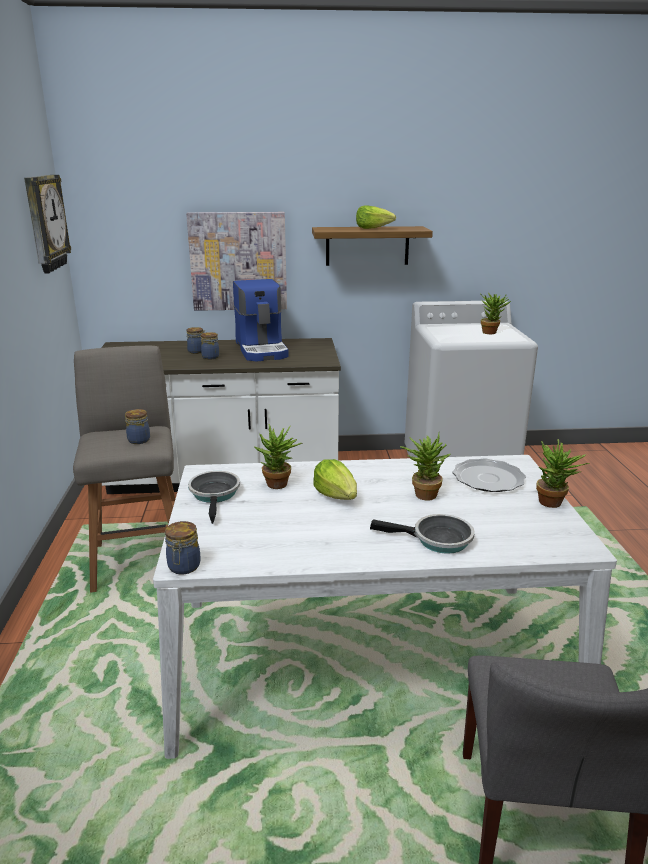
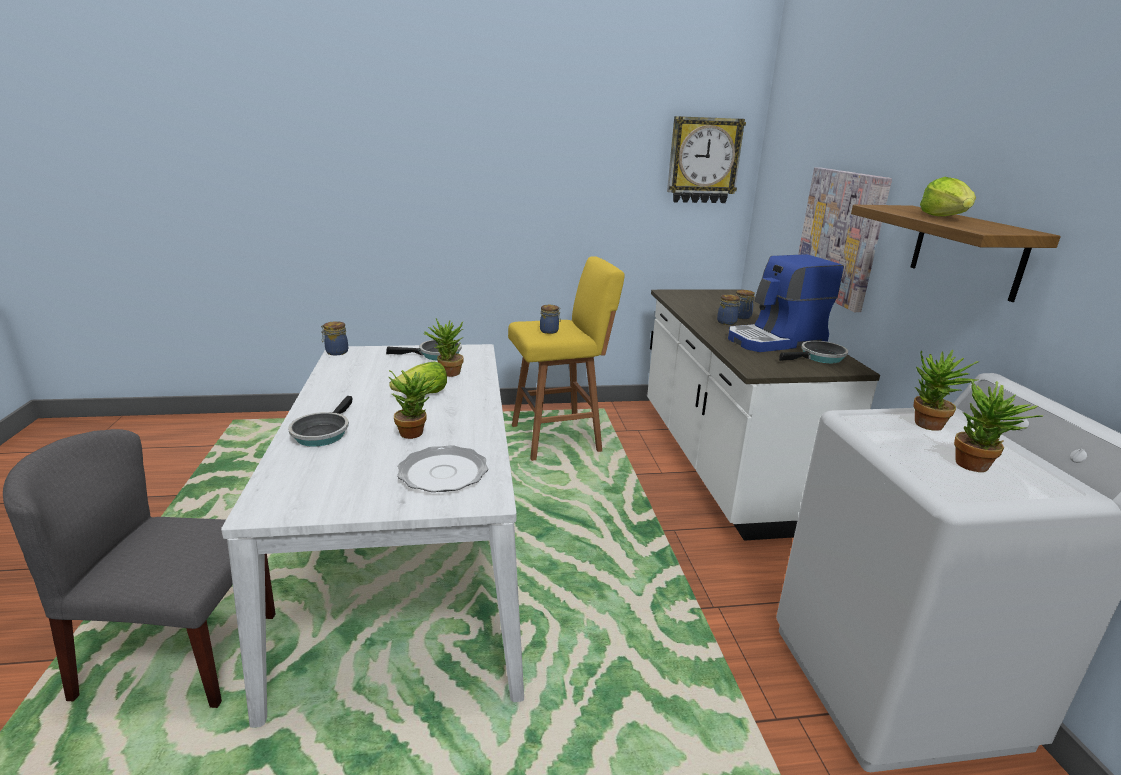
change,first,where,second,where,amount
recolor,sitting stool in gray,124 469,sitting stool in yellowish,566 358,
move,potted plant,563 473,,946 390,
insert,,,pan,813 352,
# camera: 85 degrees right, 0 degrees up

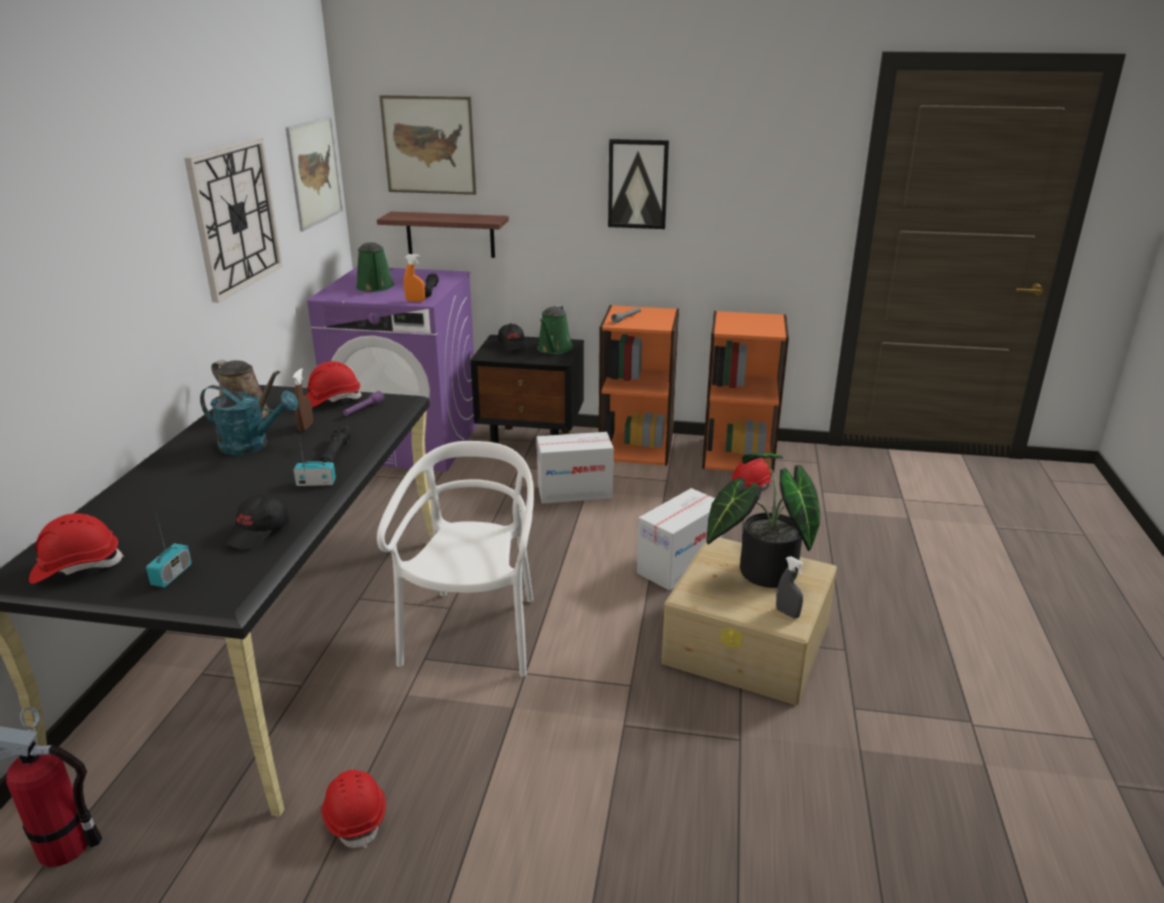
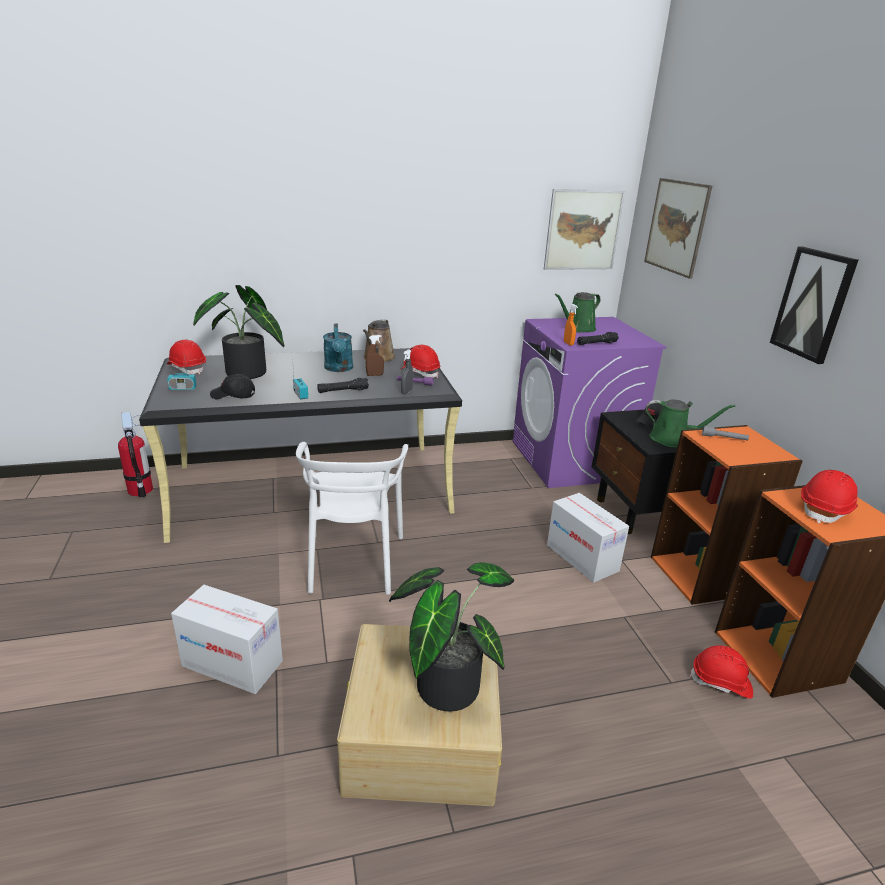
change,first,where,second,where,amount
delete,wall clock,233 220,,,
delete,wall shelf,443 235,,,
rotate,sprinkling can in green,555 329,,690 423,150 degrees counterclockwise
rotate,plain chair in white,455 559,,352 518,105 degrees clockwise
move,packing box,679 539,,227 639,
move,hand sprayer in gray,790 588,,407 371,
move,safety helmet in reddish,353 808,,829 497,
insert,,,potted plant,238 332,
# camera: 65 degrees right, 0 degrees up

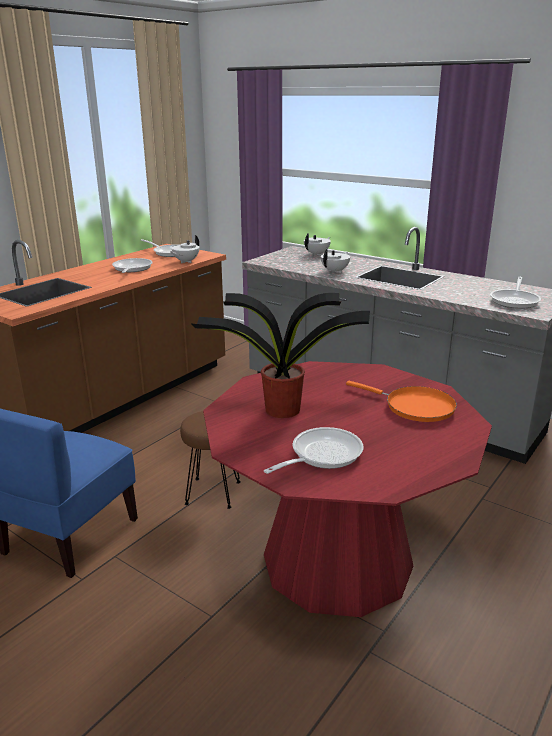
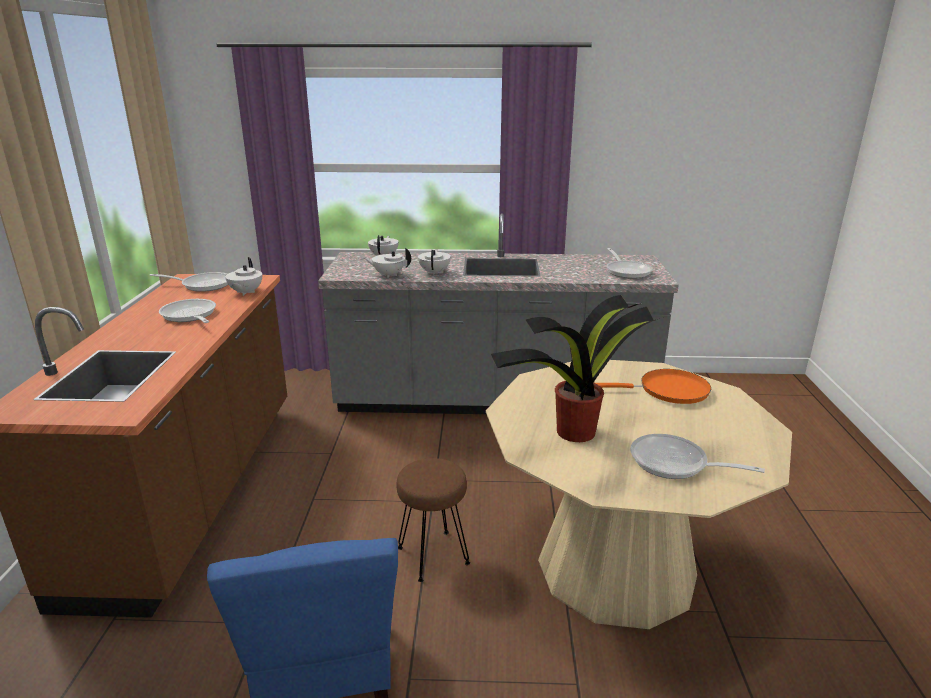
change,first,where,second,where,amount
recolor,dining table in reddish,347 489,dining table in sand-coloured,639 494,
rotate,pan,313 450,,697 456,75 degrees counterclockwise
insert,,,pot for tea in white,387 262,
# camera: 35 degrees left, 0 degrees up

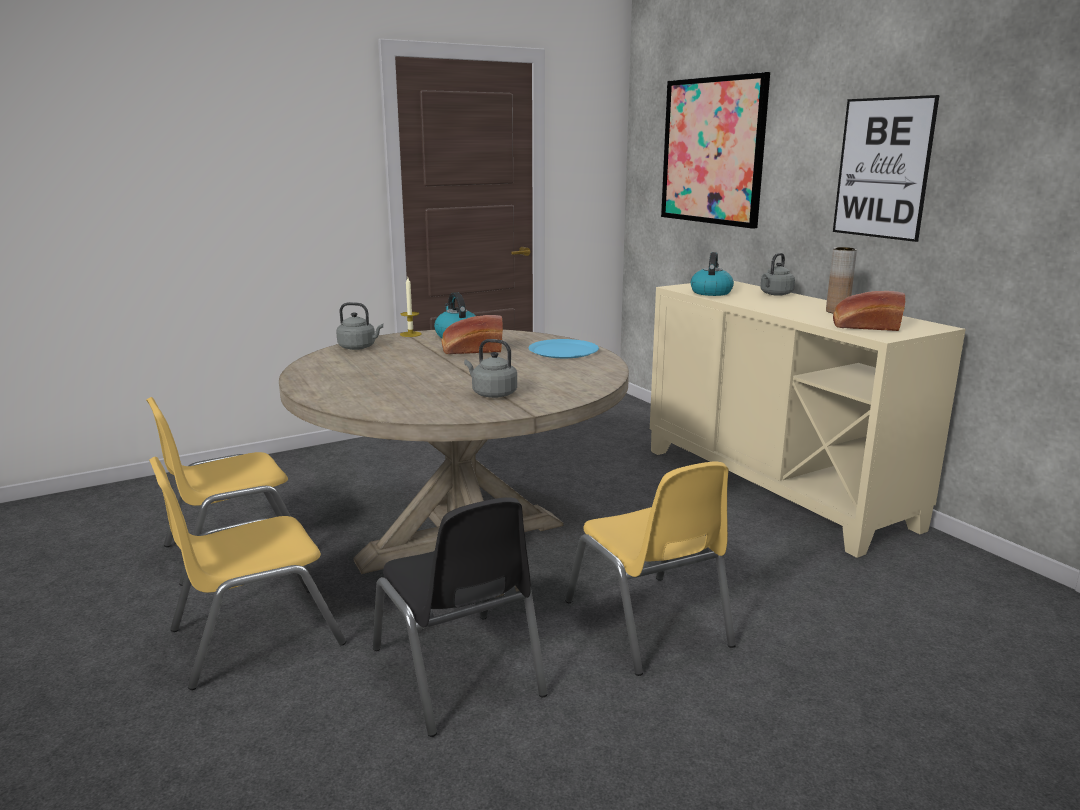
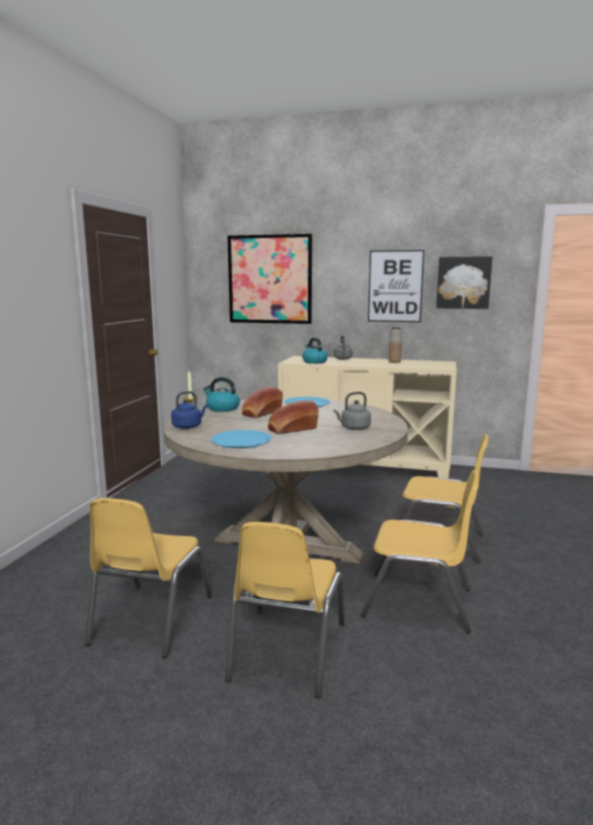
change,first,where,second,where,amount
move,bread,869 311,,293 417,
recolor,water kettle in gray,359 326,water kettle in bluish,189 410,
recolor,plain chair in black,460 617,plain chair in yellowish,420 551,
insert,,,wall art,464 282,
insert,,,flat dish in bluish,241 439,
# camera: 45 degrees left, 5 degrees down

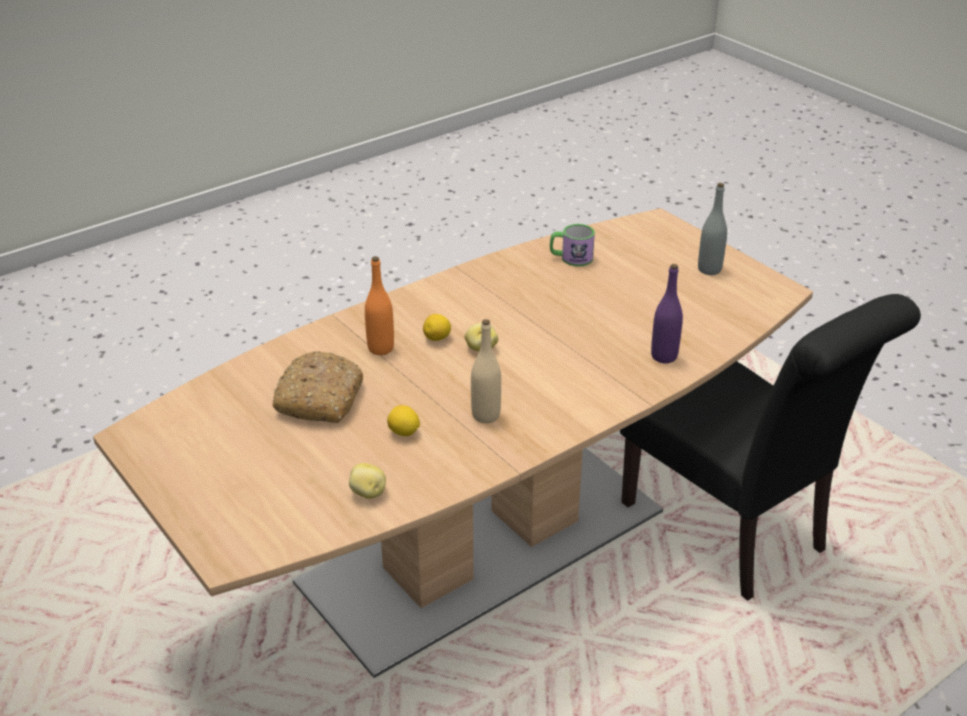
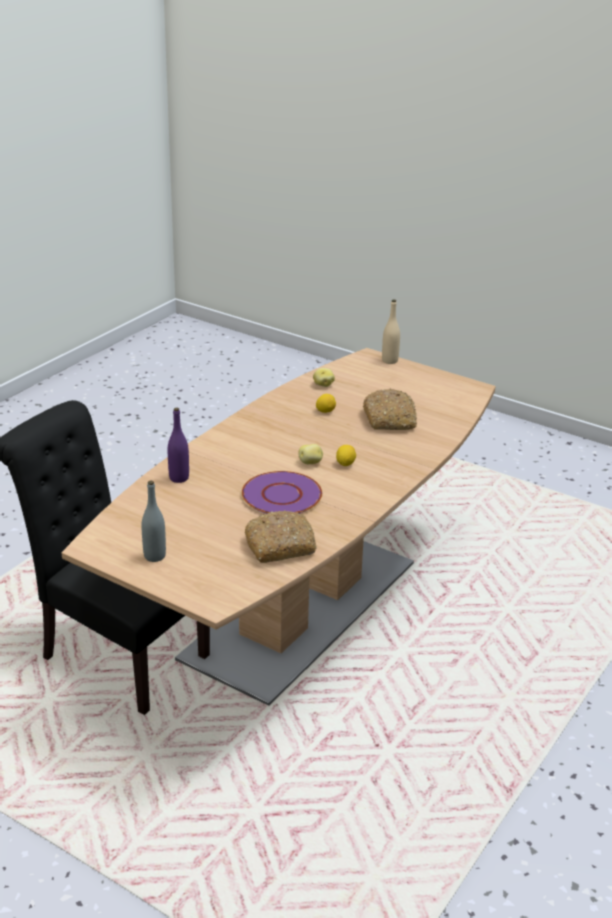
change,first,where,second,where,amount
replace,tea mug,572 245,bread,281 537,
delete,bottle in orangey,379 305,,,
move,bottle in sand-coloured,486 371,,391 331,
insert,,,flat dish in purplish,282 492,
# camera: 160 degrees right, 5 degrees down

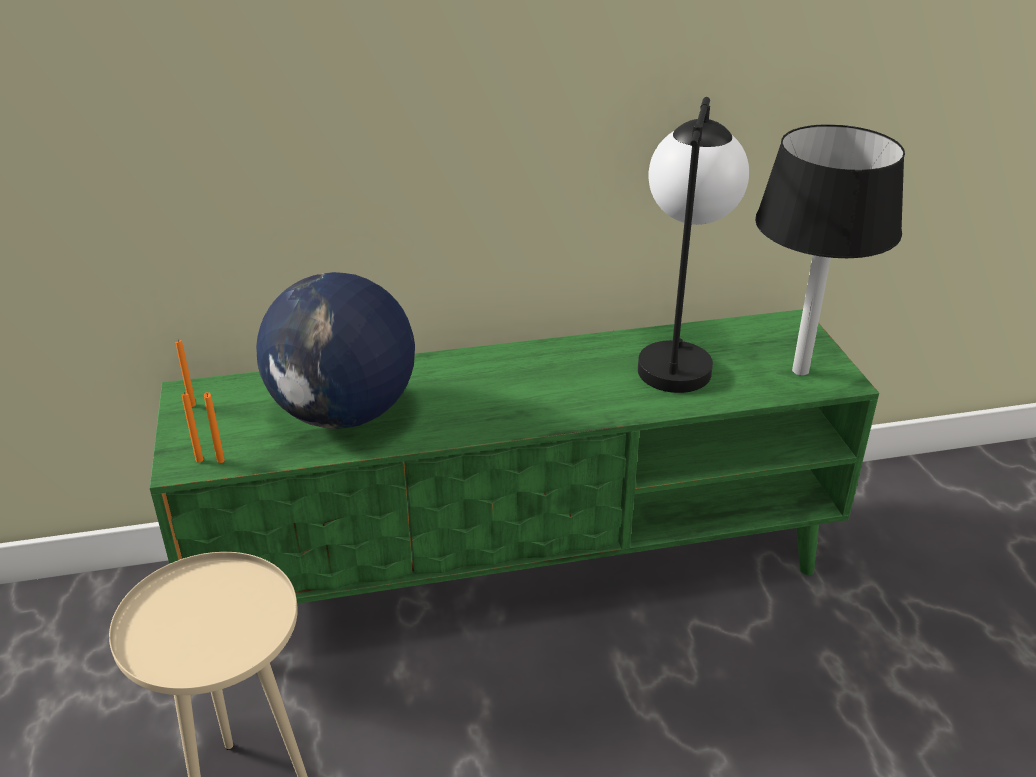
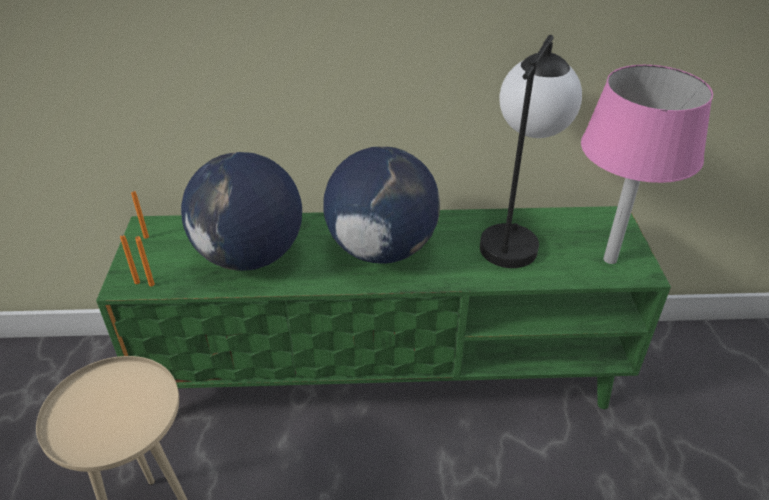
change,first,where,second,where,amount
recolor,table lamp in black,830 249,table lamp in pinkish,647 164,
insert,,,desk globe,381 205,
# camera: 10 degrees right, 5 degrees up

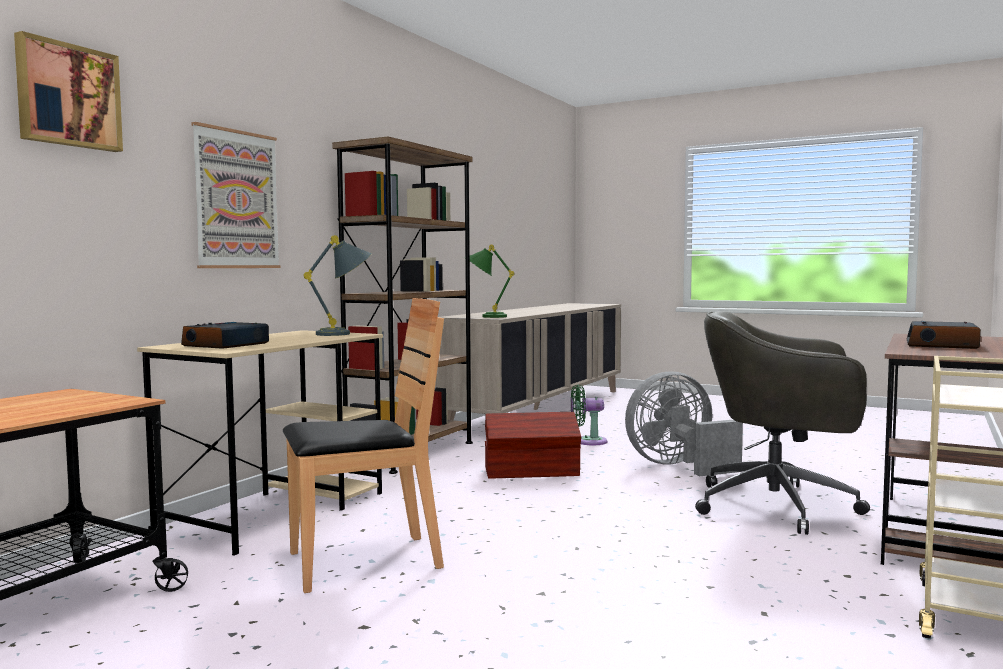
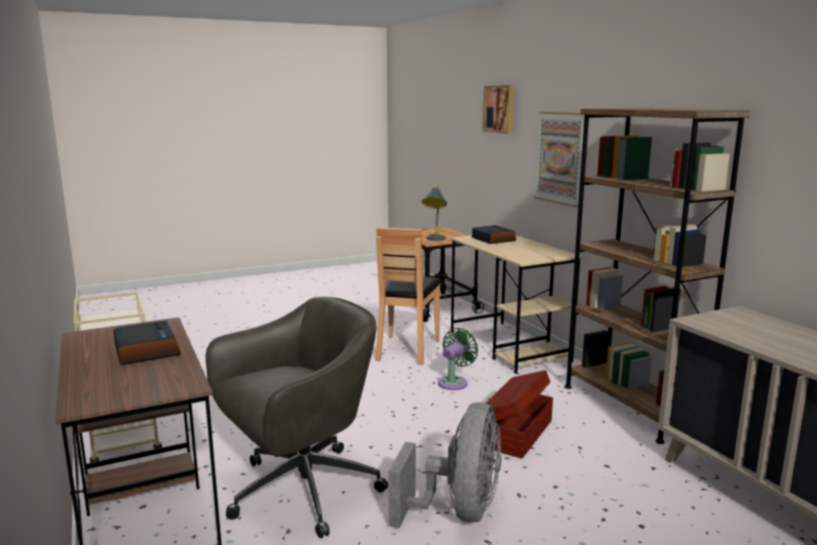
change,first,where,second,where,amount
move,table lamp in gray,337 285,,434 212,
delete,table lamp in green,492 281,,,
move,electric fan in green,589 415,,458 359,
# camera: 125 degrees right, 10 degrees up

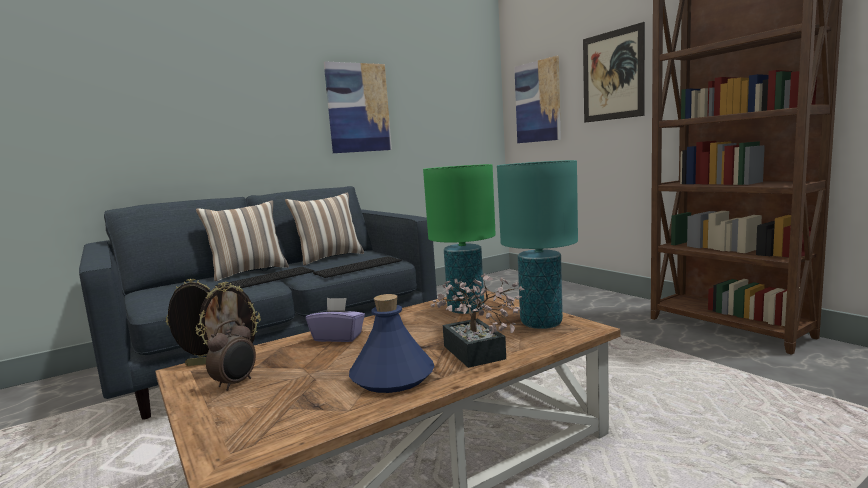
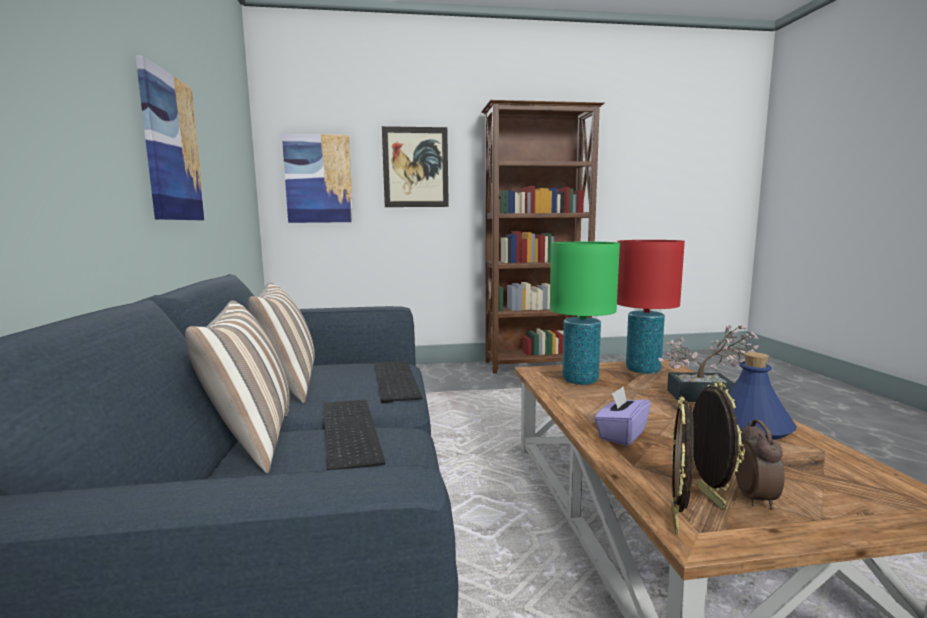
change,first,where,second,where,amount
recolor,table lamp in blue-green,537 244,table lamp in reddish,651 307,
rotate,bedside clock,231 355,,760 464,45 degrees clockwise
# camera: 65 degrees left, 0 degrees up

